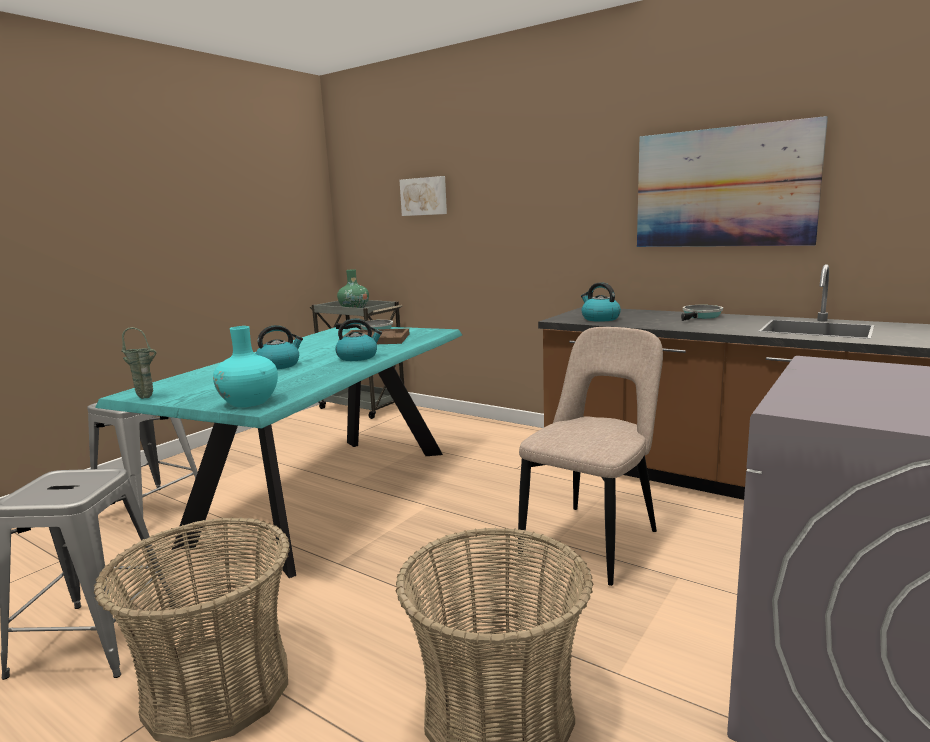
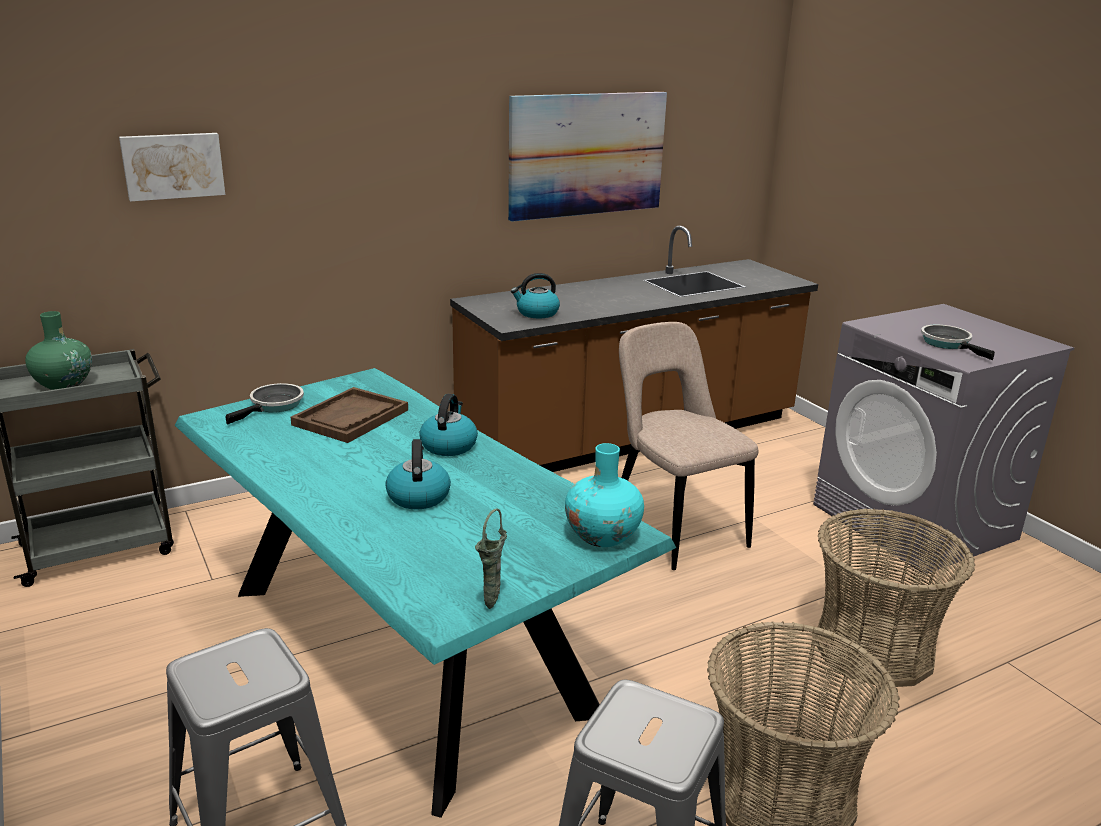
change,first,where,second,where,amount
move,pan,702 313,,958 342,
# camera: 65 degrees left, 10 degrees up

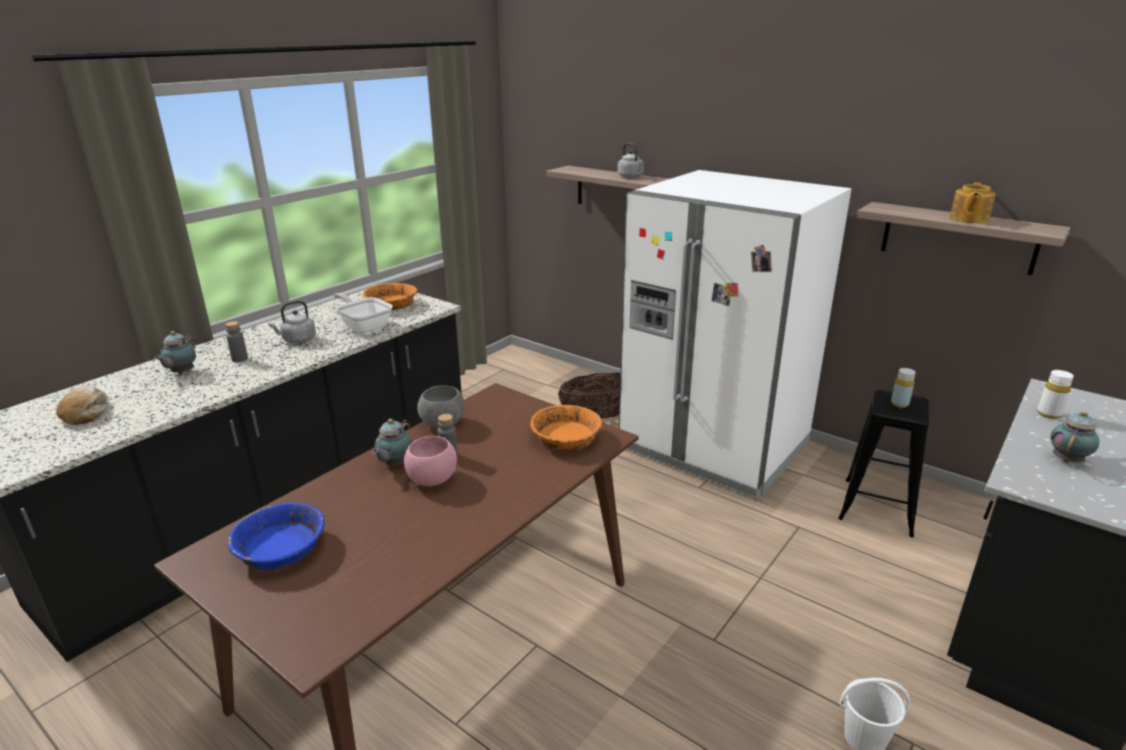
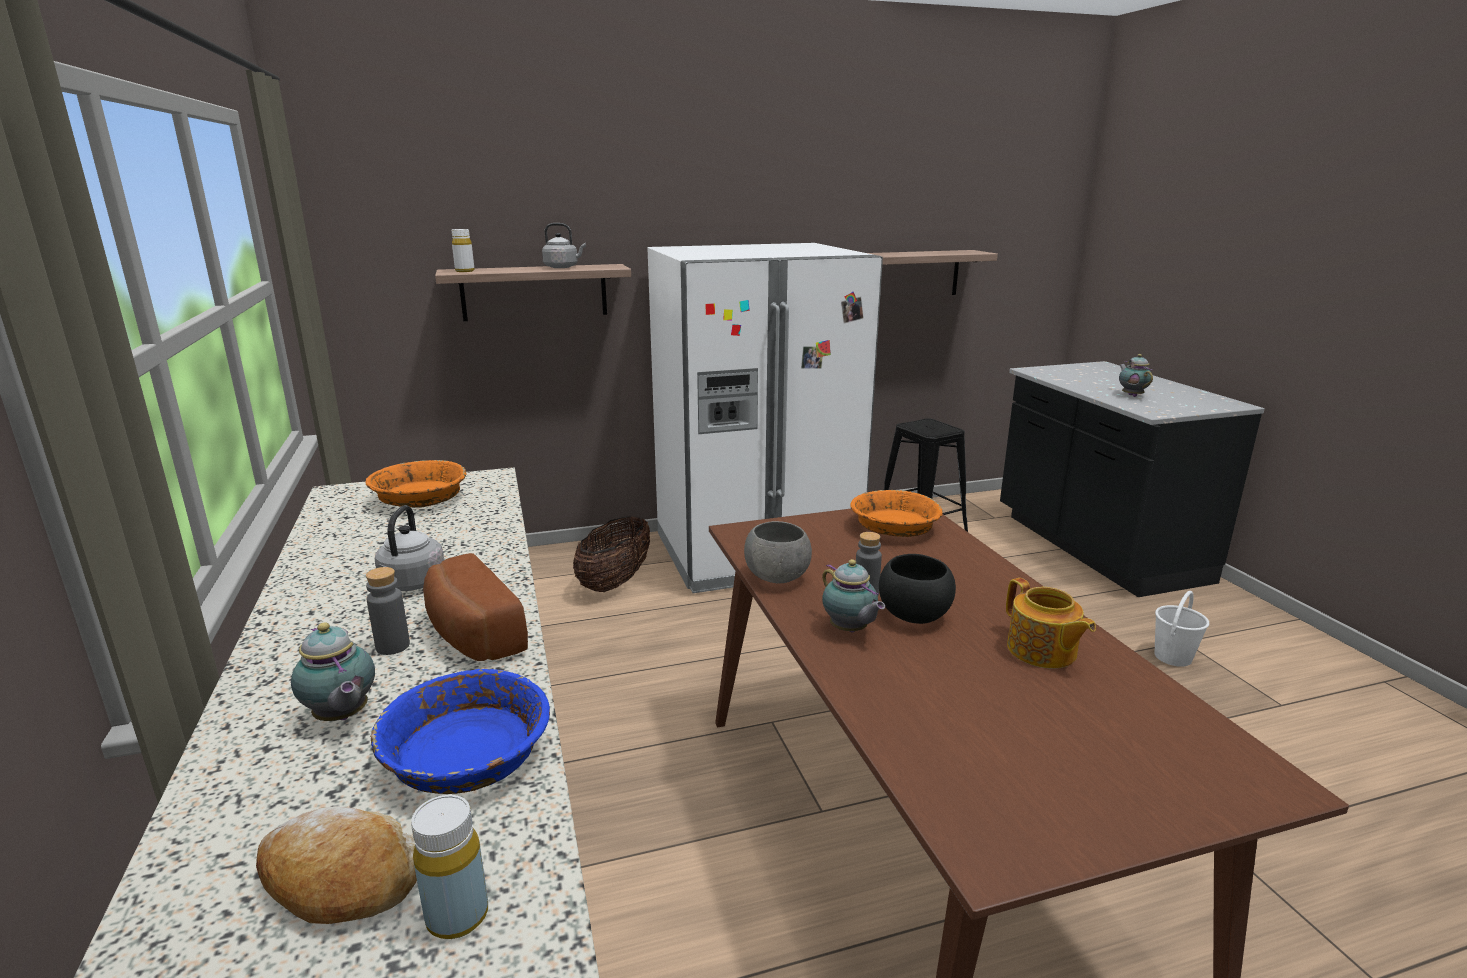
change,first,where,second,where,amount
move,pot for tea,973 202,,1051 623,
delete,pan,363 313,,,
move,bottle in yellowish,903 388,,449 867,
move,bottle in white,1055 394,,462 250,
recolor,serving bowl in pinkish,430 461,serving bowl in black,917 589,
move,serving bowl in bluish,276 536,,460 731,
insert,,,bread,475 607,
# camera: 55 degrees left, 5 degrees down

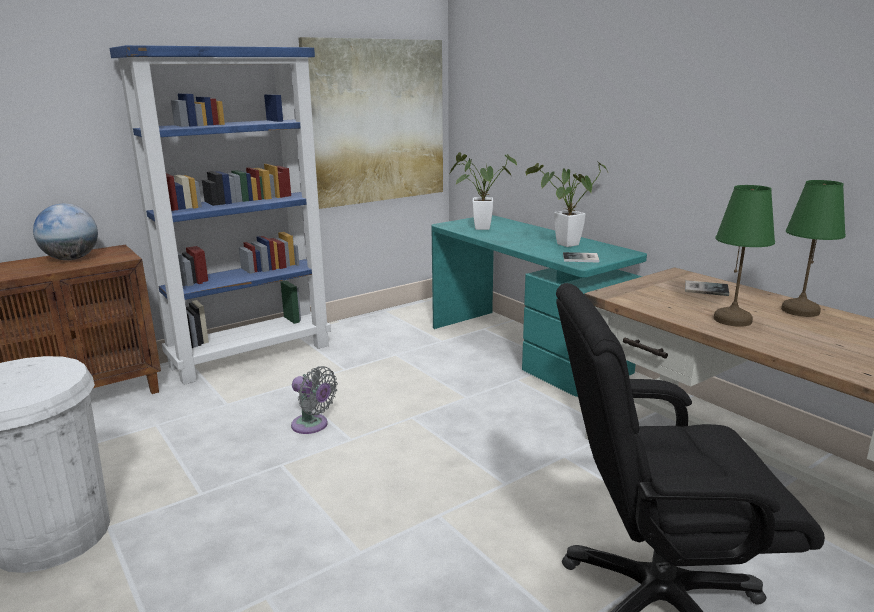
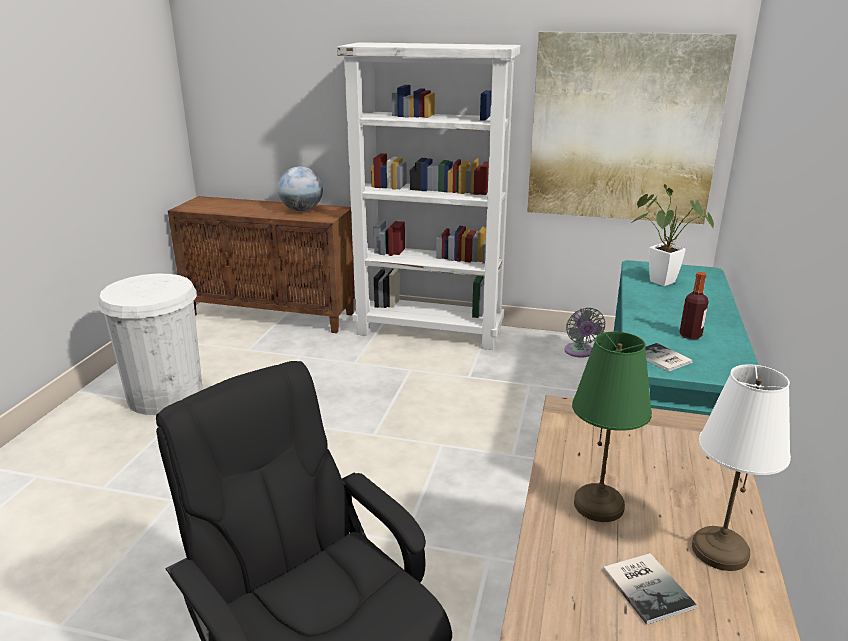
change,first,where,second,where,amount
recolor,bookcase in bluish,220 215,bookcase in white,429 196,
replace,potted plant,566 204,bottle,694 305,
recolor,table lamp in green,813 248,table lamp in white,741 467,
move,volume,707 288,,650 589,
move,electric fan in gray,314 400,,584 332,
# camera: 50 degrees right, 5 degrees up

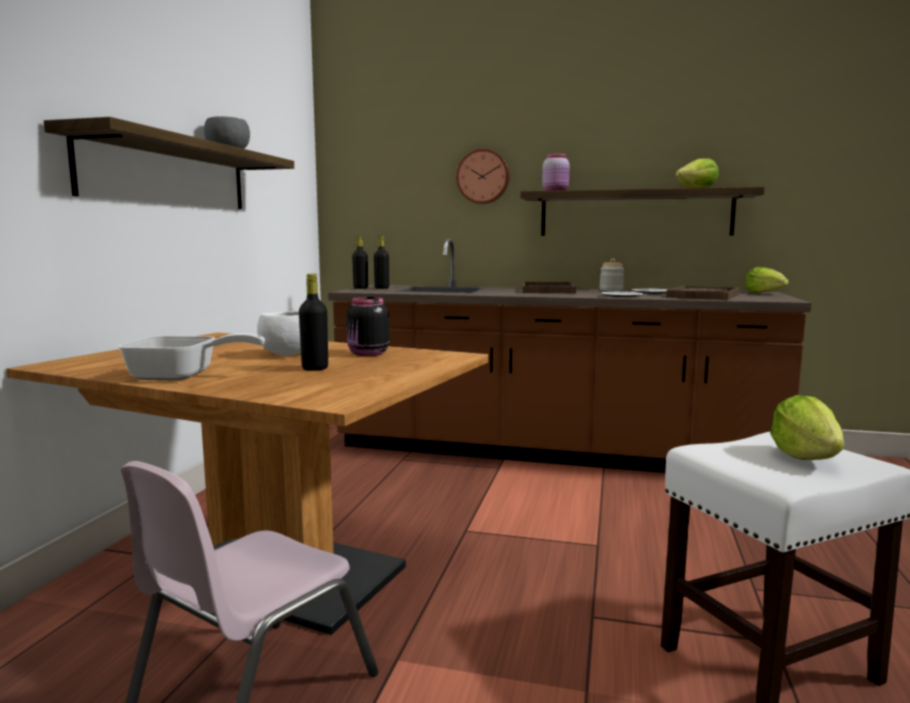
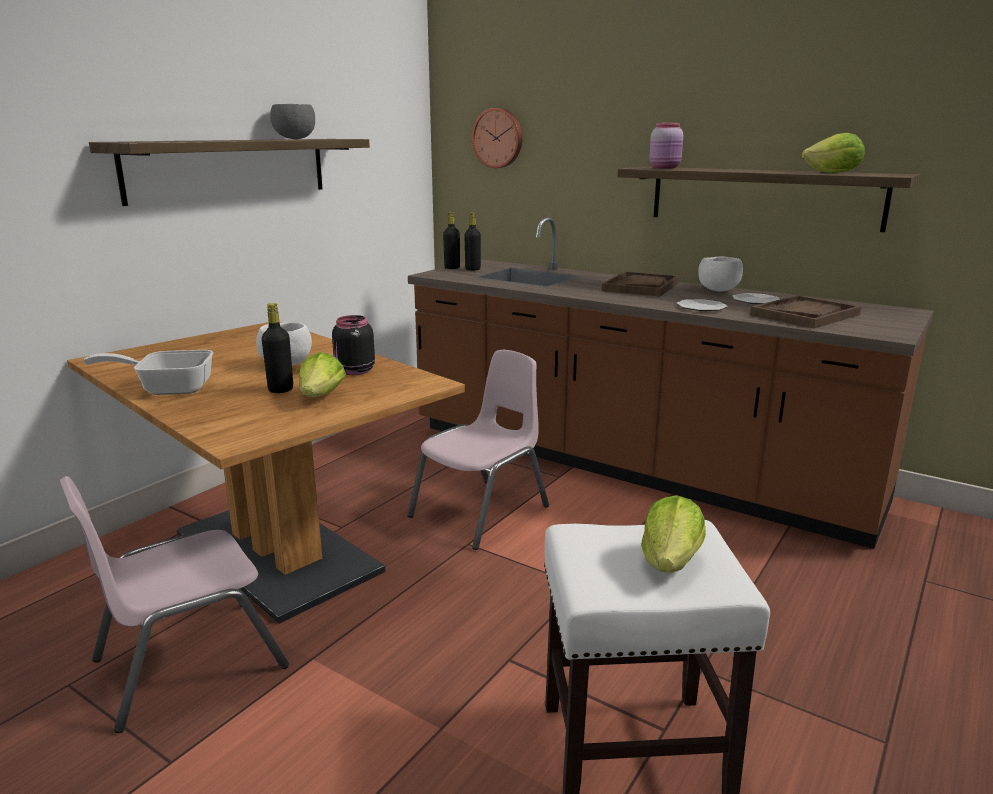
change,first,where,second,where,amount
move,wall clock,482 176,,497 138,
replace,preserve jar,612 274,serving bowl in white,720 274,
move,lettuce head,767 280,,322 374,
rotate,pan,191 356,,148 372,150 degrees clockwise
insert,,,plain chair in pinkish,478 450,
# camera: 20 degrees right, 10 degrees up

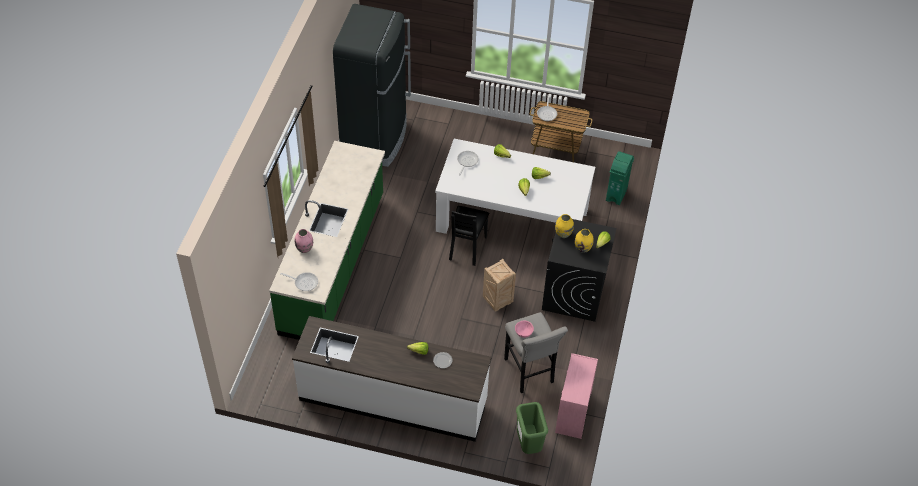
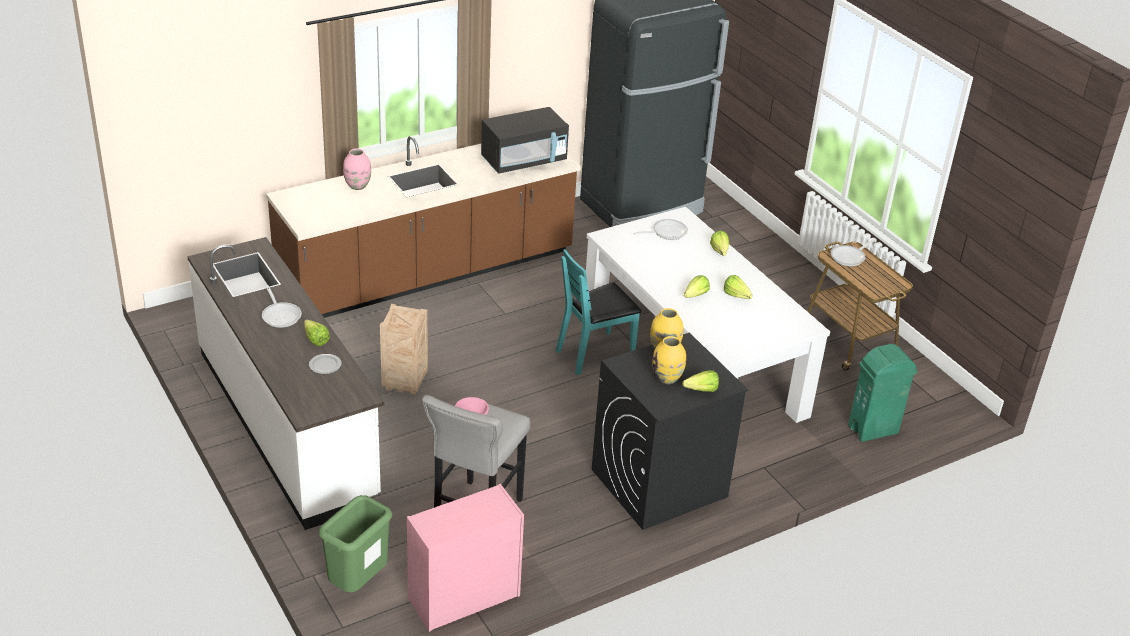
change,first,where,second,where,amount
recolor,kitchen counter in green,327 240,kitchen counter in brown-coloured,423 227,
recolor,plain chair in black,469 236,plain chair in blue-green,599 312,
move,packing crate,499 285,,404 349,
move,pan,299 281,,282 307,
insert,,,microwave in black,525 140,
# camera: 45 degrees right, 15 degrees down

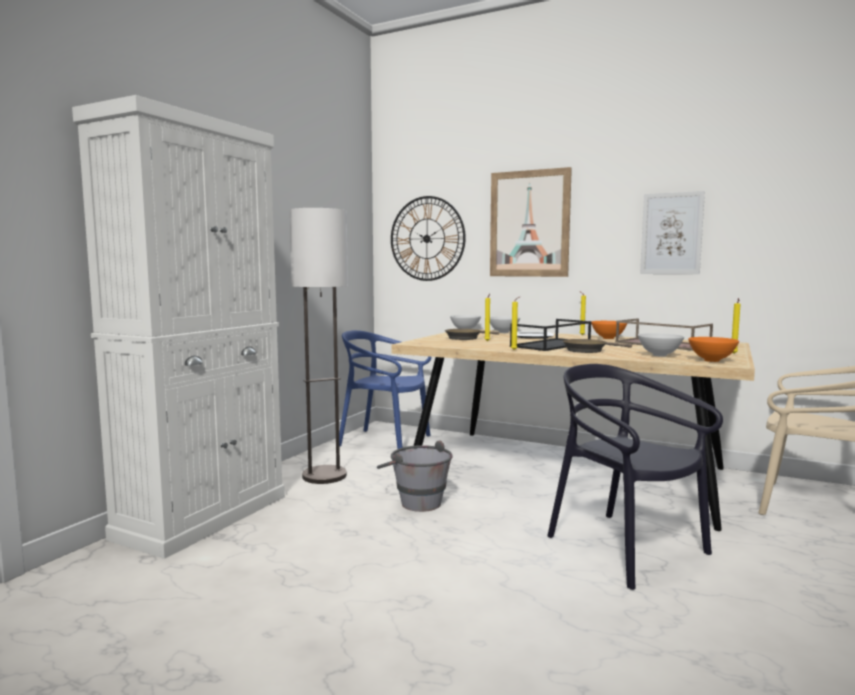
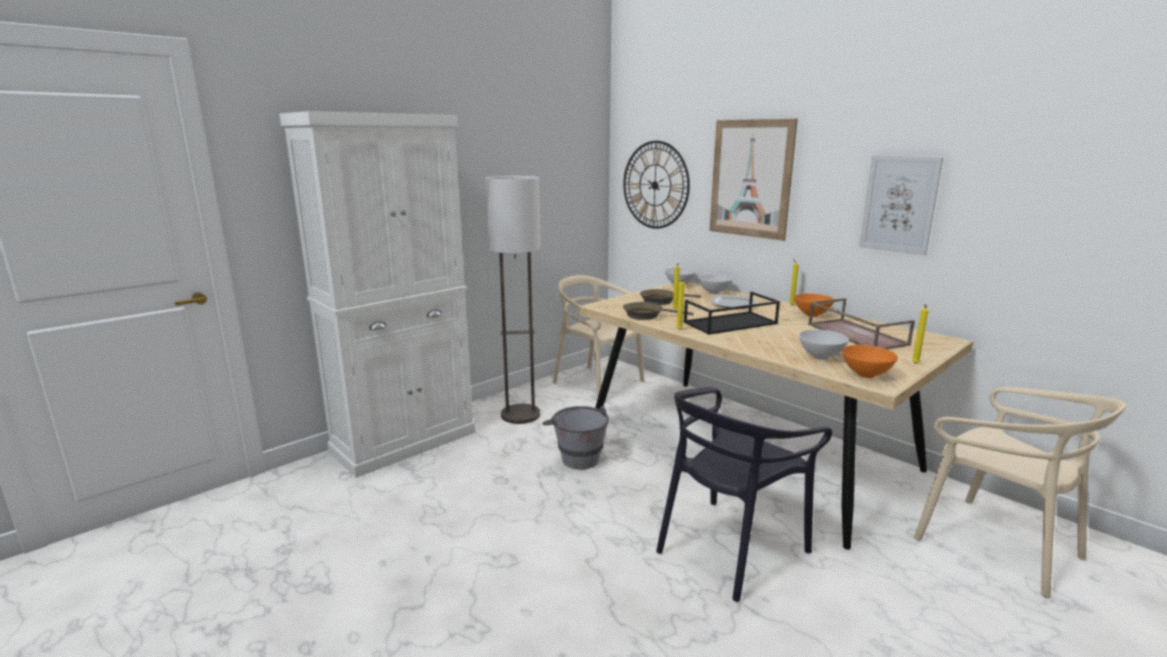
change,first,where,second,where,amount
recolor,plain chair in bluish,385 389,plain chair in sand-coloured,599 336,
move,pan in brown-coloured,597 346,,658 311,
rotate,plain chair in black,635 477,,744 494,120 degrees counterclockwise
# camera: 20 degrees right, 10 degrees up

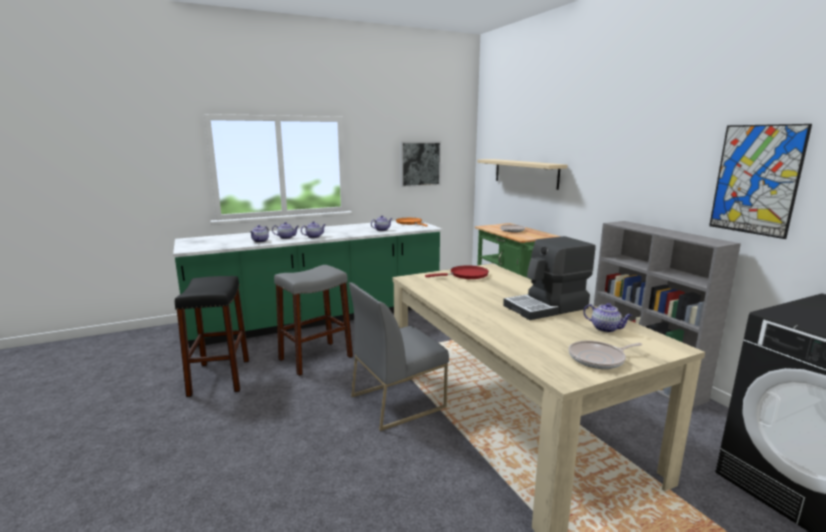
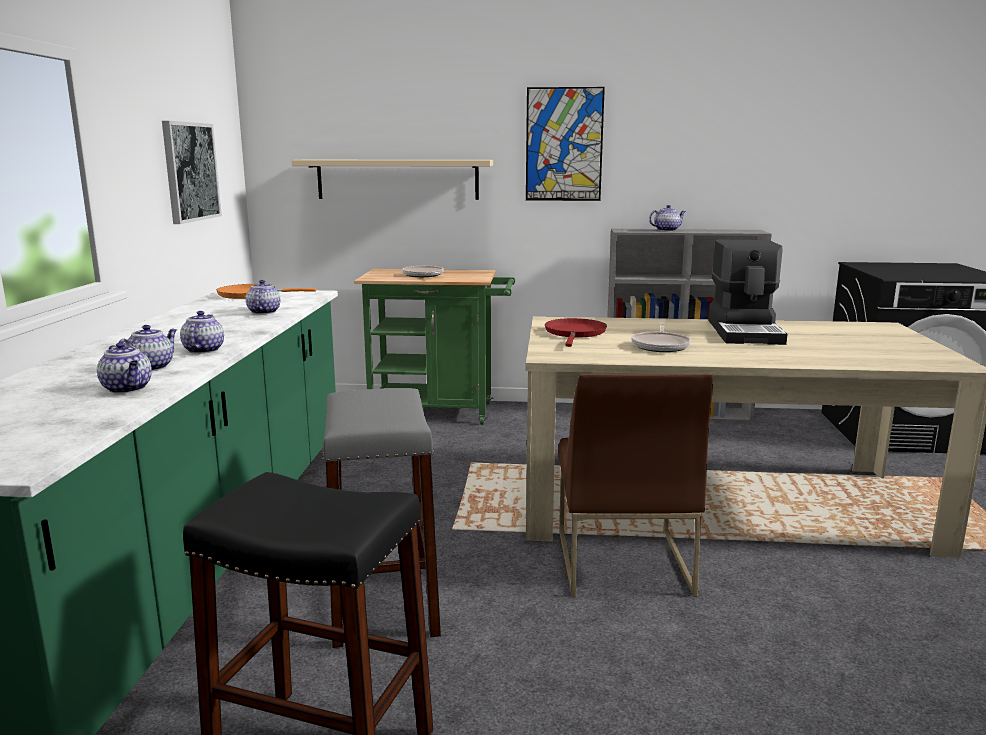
change,first,where,second,where,amount
move,wall art,760 181,,565 144,
recolor,plain chair in gray,399 356,plain chair in brown-coloured,635 485,
move,pot for tea,608 317,,667 218,
move,pan,605 355,,661 338,
# camera: 60 degrees left, 0 degrees up

